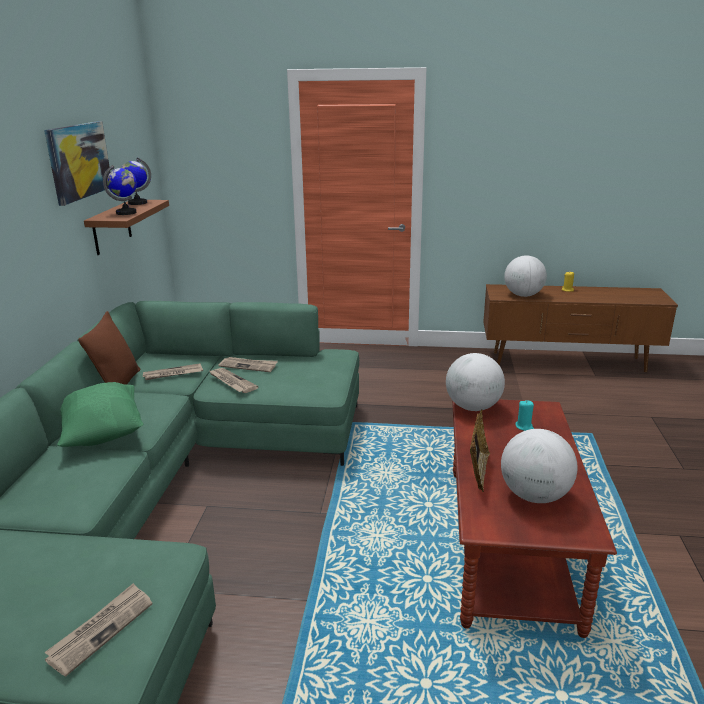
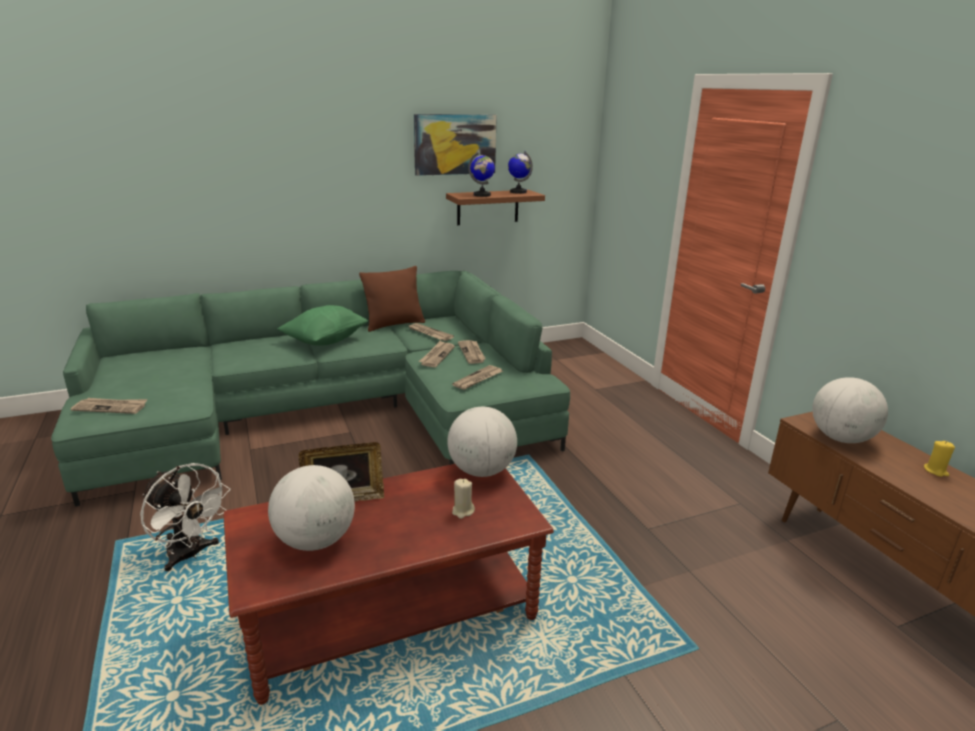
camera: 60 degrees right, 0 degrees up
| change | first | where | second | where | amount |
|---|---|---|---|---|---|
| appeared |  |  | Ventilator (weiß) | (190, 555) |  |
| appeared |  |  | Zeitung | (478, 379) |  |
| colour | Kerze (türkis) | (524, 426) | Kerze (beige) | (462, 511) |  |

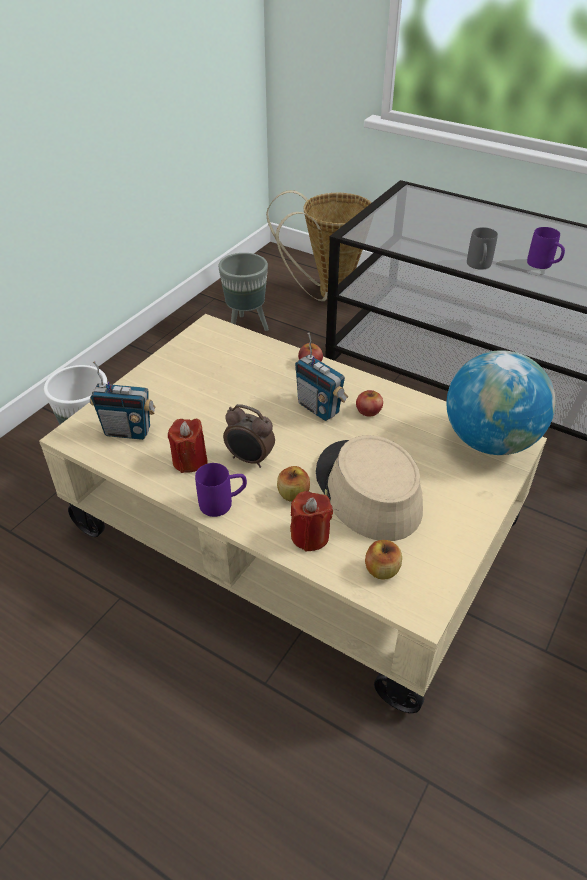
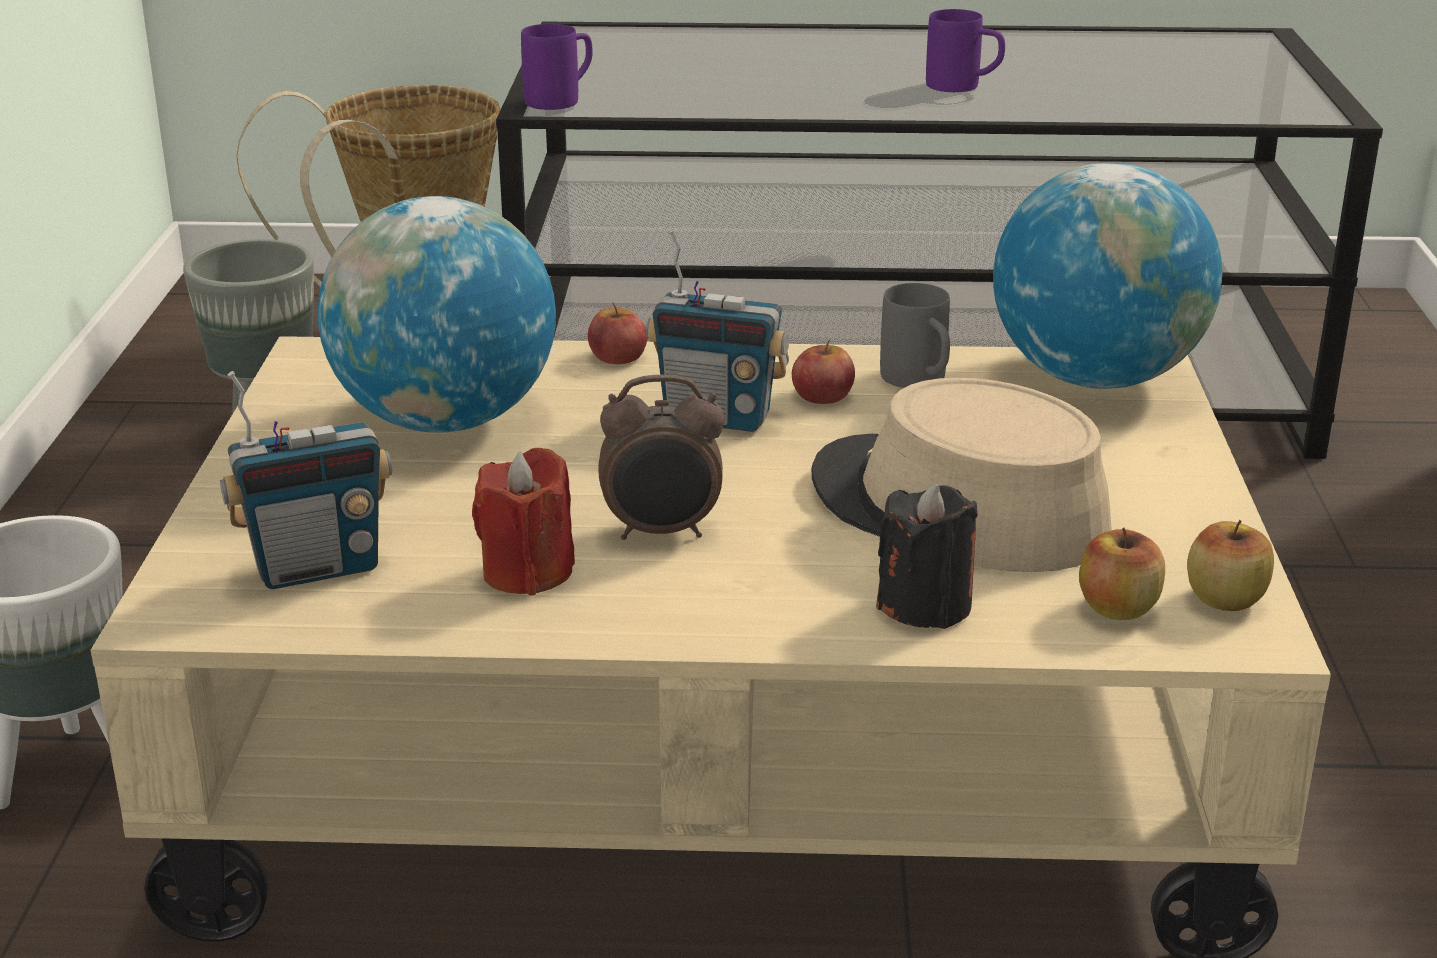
camera: 30 degrees left, 15 degrees down
| change | first | where | second | where | amount |
|---|---|---|---|---|---|
| appeared |  |  | Globus | (444, 420) |  |
| relocated | Henkelbecher (lila) | (223, 503) |  | (561, 99) |  |
| relocated | Apfel | (293, 494) |  | (1224, 599) |  |
| relocated | Henkelbecher (grau) | (479, 266) |  | (920, 382) |  |
| colour | Kerze (rot) | (310, 536) | Kerze (schwarz) | (925, 605) |  |

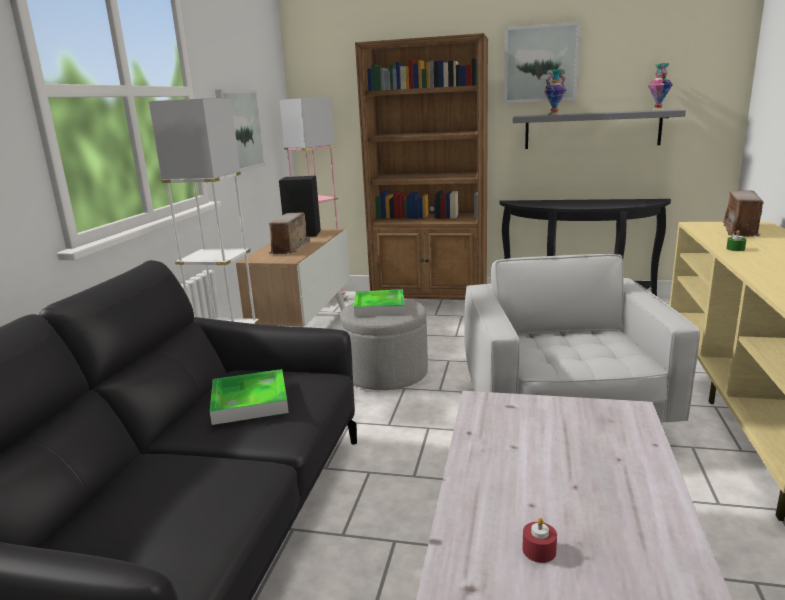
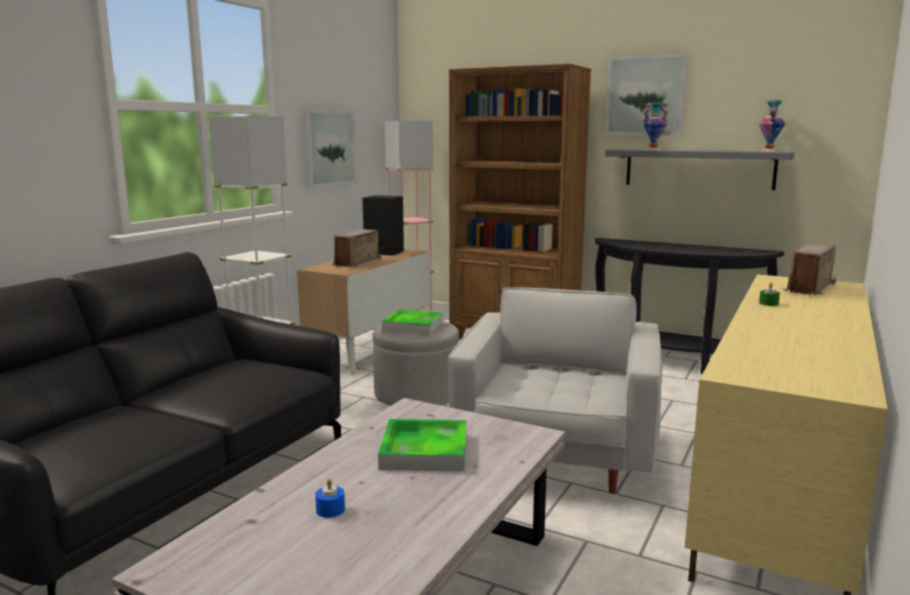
camera: 15 degrees right, 5 degrees down
| change | first | where | second | where | amount |
|---|---|---|---|---|---|
| relocated | Tablett | (250, 401) |  | (424, 451) |  |
| colour | Kerze (rot) | (539, 550) | Kerze (blau) | (330, 510) |  |

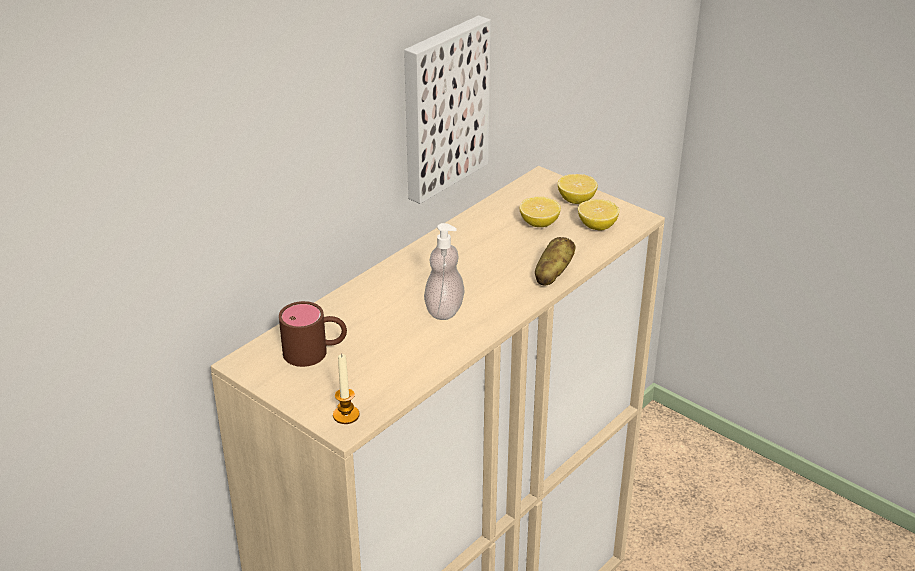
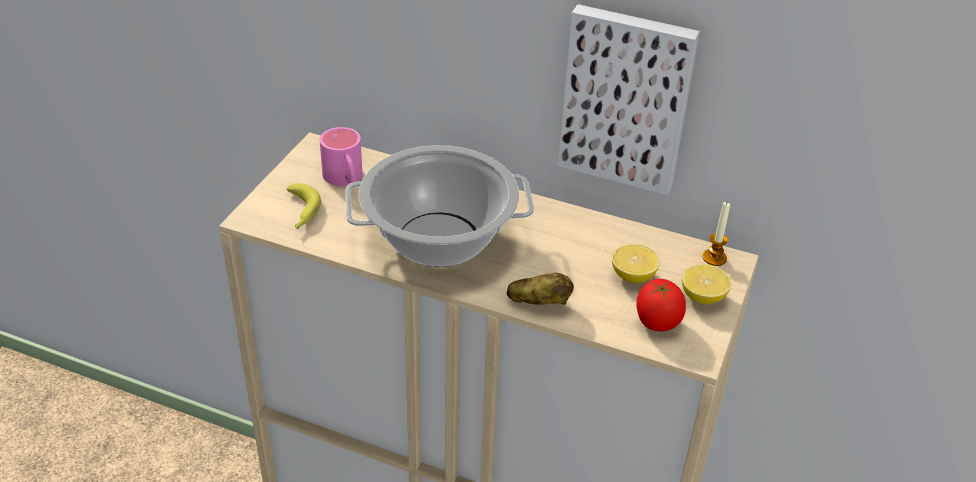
camera: 70 degrees right, 5 degrees up
| change | first | where | second | where | amount |
|---|---|---|---|---|---|
| appeared |  |  | Banane | (301, 213) |  |
| relocated | Kerze | (346, 415) |  | (714, 258) |  |
| exchanged | Seifenspender | (444, 310) | Kochtopf | (439, 239) |  |
| exchanged | Zitrone | (597, 226) | Tomate | (657, 322) |  |
| colour | Henkelbecher (braun) | (315, 352) | Henkelbecher (rosa) | (345, 179) |  |

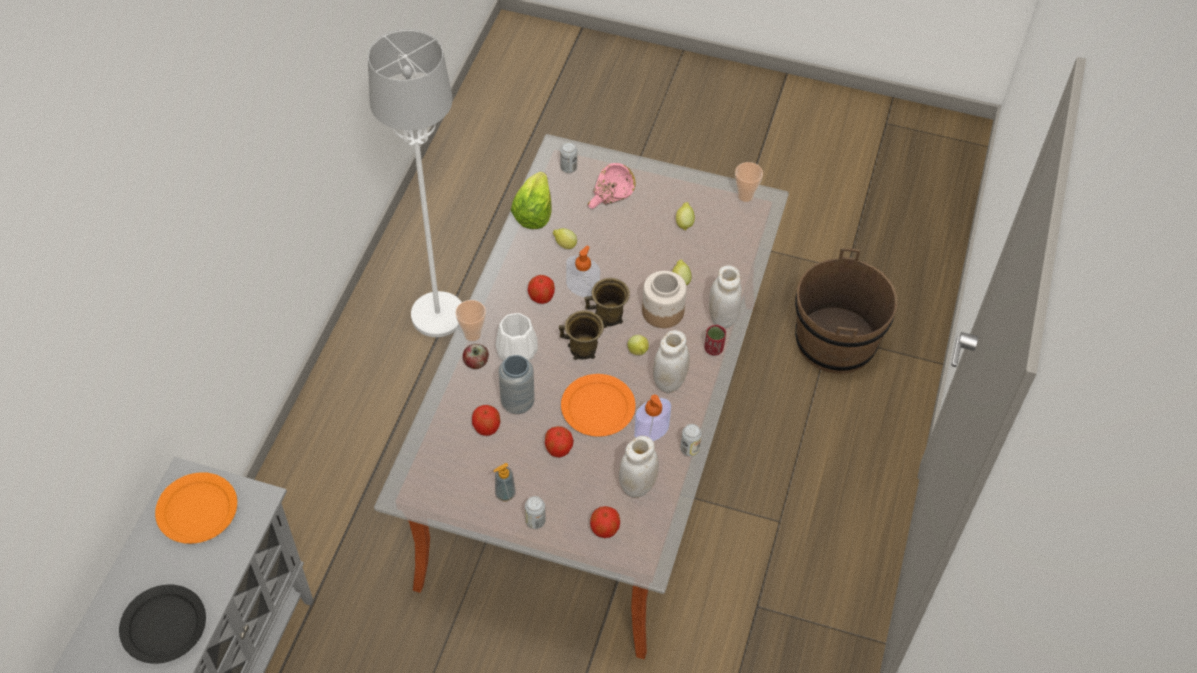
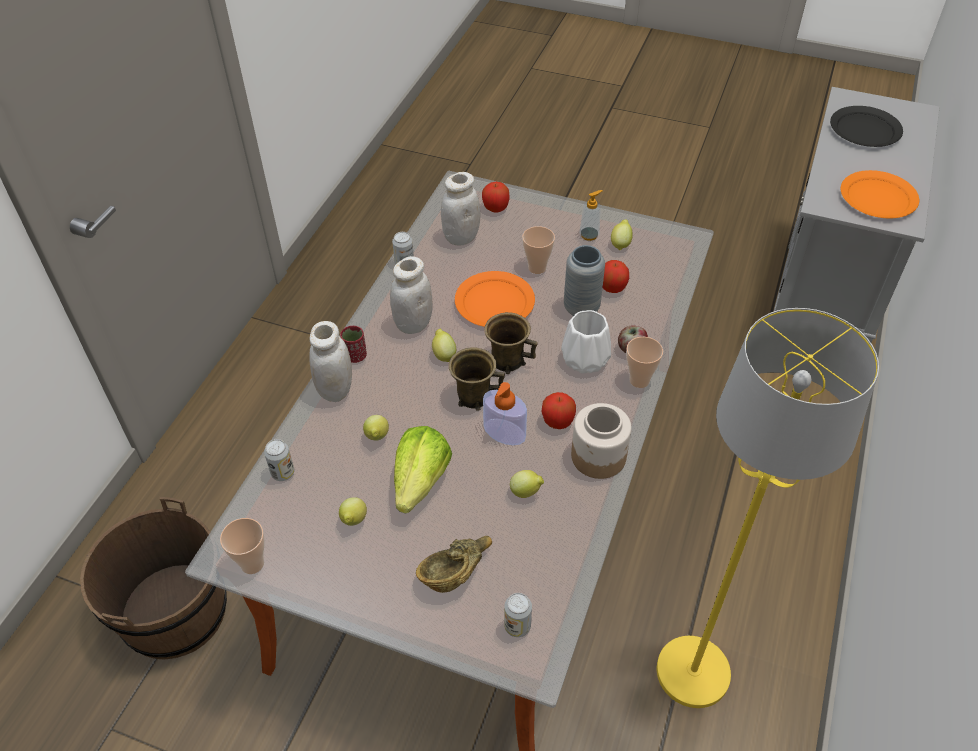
camera: 175 degrees left, 5 degrees down
| change | first | where | second | where | amount |
|---|---|---|---|---|---|
| missing | Seifenspender | (651, 430) |  |  |  |
| appeared |  |  | Zitrone | (620, 244) |  |
| relocated | Salatkopf | (533, 213) |  | (420, 482) |  |
| relocated | Dose | (535, 521) |  | (283, 473) |  |
| relocated | Vorratsglas | (662, 311) |  | (599, 456) |  |
| exchanged | Apfel | (559, 449) | Tasse | (537, 268) |  |
| colour | Stehlampe (weiß) | (438, 315) | Stehlampe (gelb) | (692, 673) |  |
| colour | Schüssel (rosa) | (610, 197) | Schüssel (braun) | (456, 568) |  |

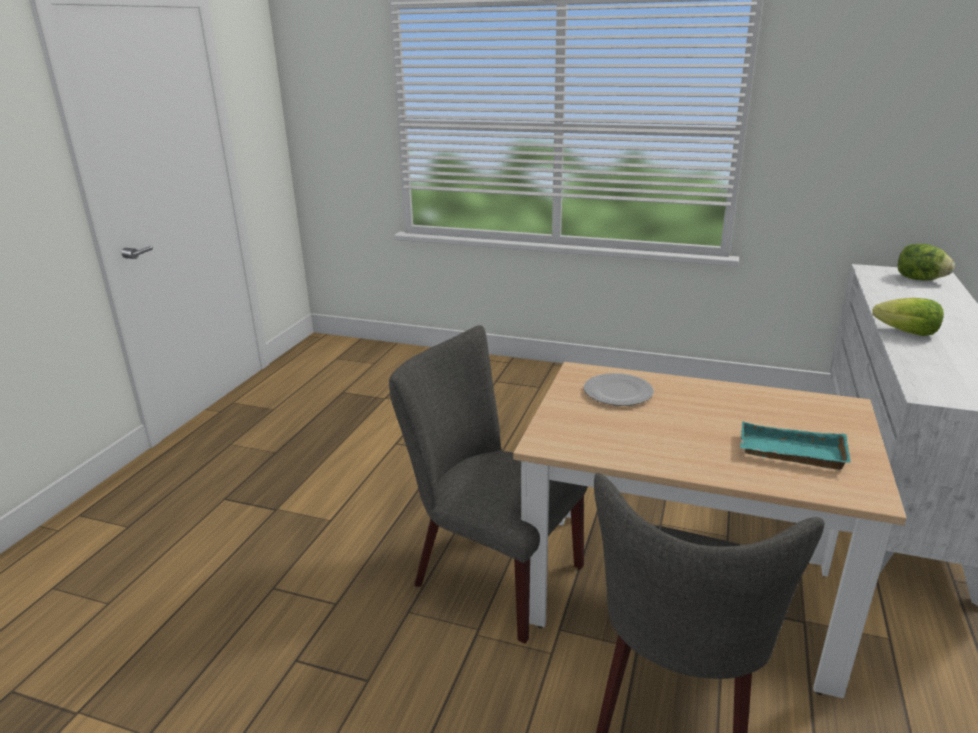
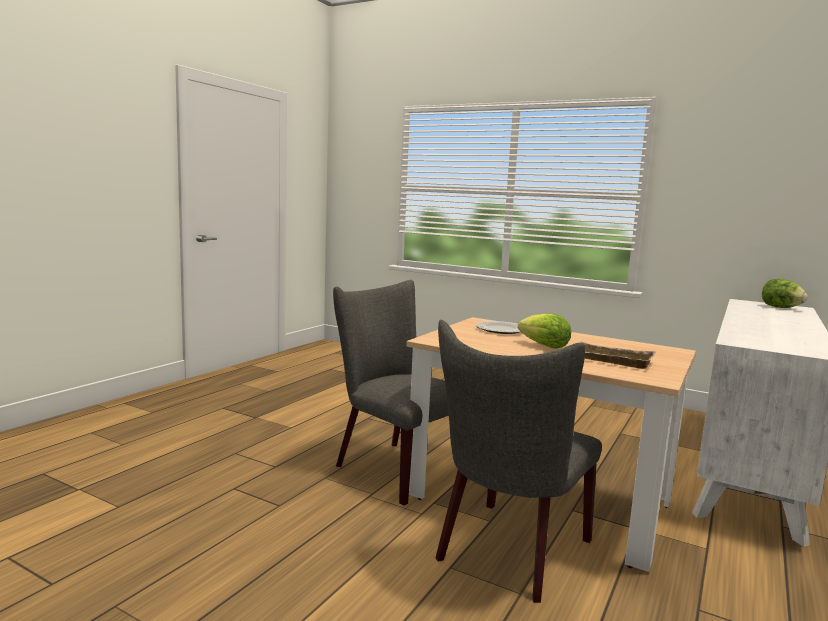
camera: 10 degrees right, 15 degrees down
| change | first | where | second | where | amount |
|---|---|---|---|---|---|
| relocated | Salatkopf | (907, 333) |  | (544, 346) |  |
| colour | Tablett (türkis) | (789, 453) | Tablett (beige) | (610, 360) |  |

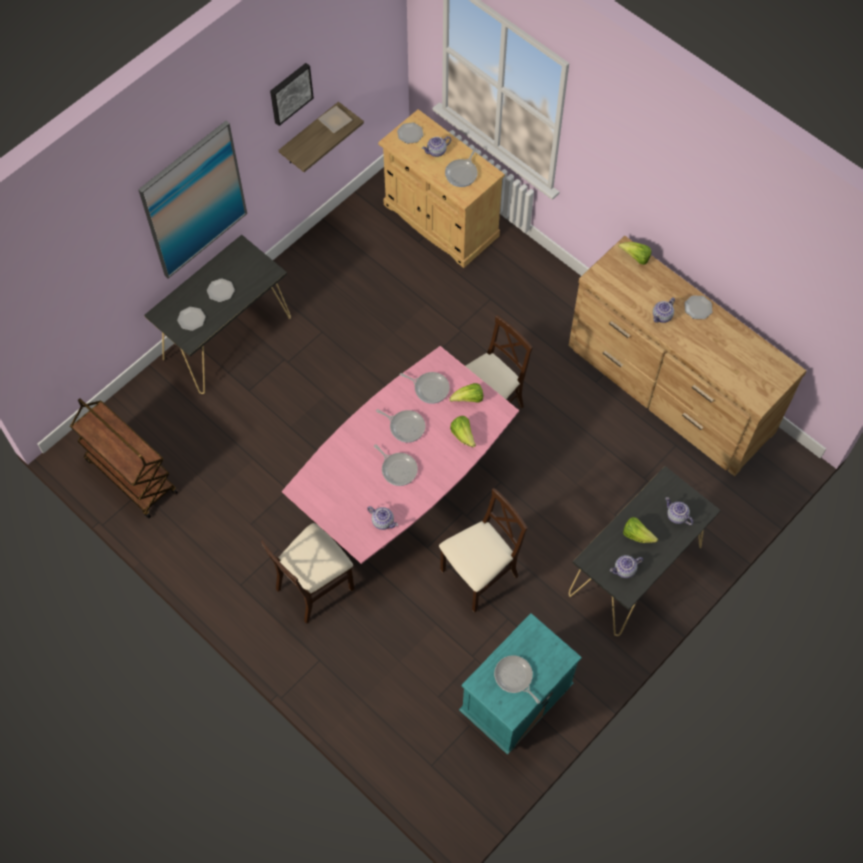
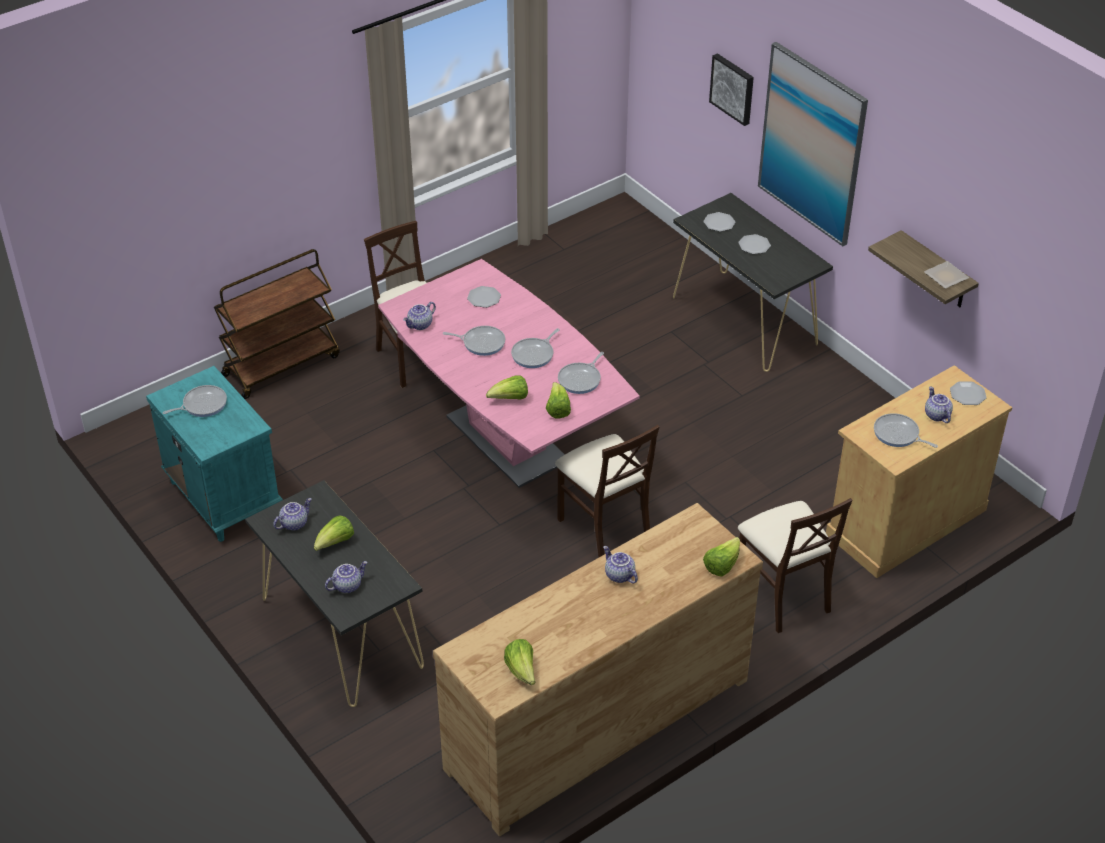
camera: 100 degrees right, 20 degrees down
| change | first | where | second | where | amount |
|---|---|---|---|---|---|
| appeared |  |  | Salatkopf | (522, 670) |  |
| relocated | Rollwagen (braun) | (130, 476) |  | (282, 365) |  |
| relocated | Bild | (290, 93) |  | (733, 88) |  |
| relocated | Stuhl (beige) | (479, 575) |  | (783, 595) |  |
| relocated | Teller | (698, 308) |  | (484, 298) |  |
| spun | Pfanne | (398, 469) |  | (481, 343) | 135 degrees counterclockwise |
| spun | Teekanne | (624, 570) |  | (294, 523) | 60 degrees clockwise |

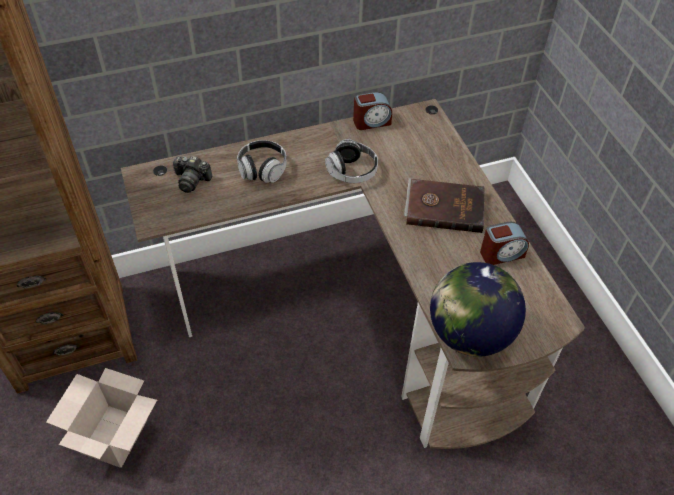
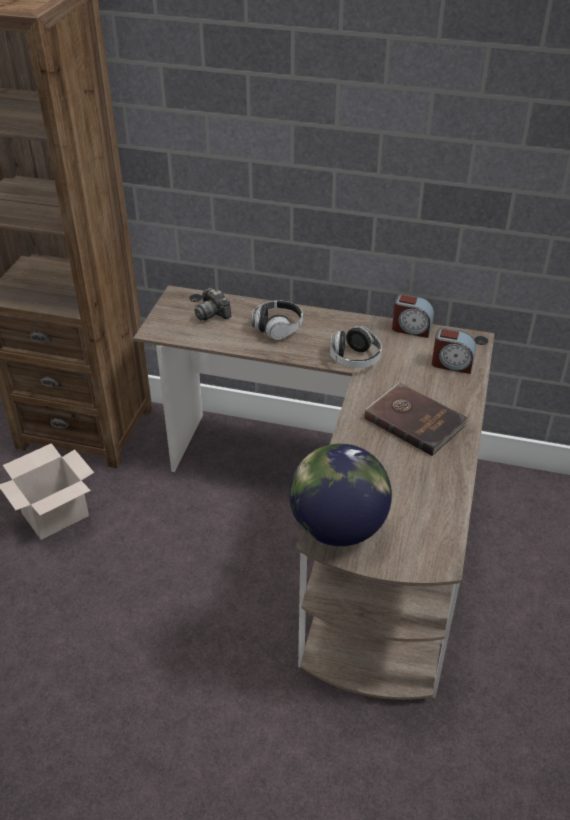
camera: 35 degrees right, 10 degrees down
| change | first | where | second | where | amount |
|---|---|---|---|---|---|
| relocated | Wecker | (501, 253) |  | (452, 364) |  |

